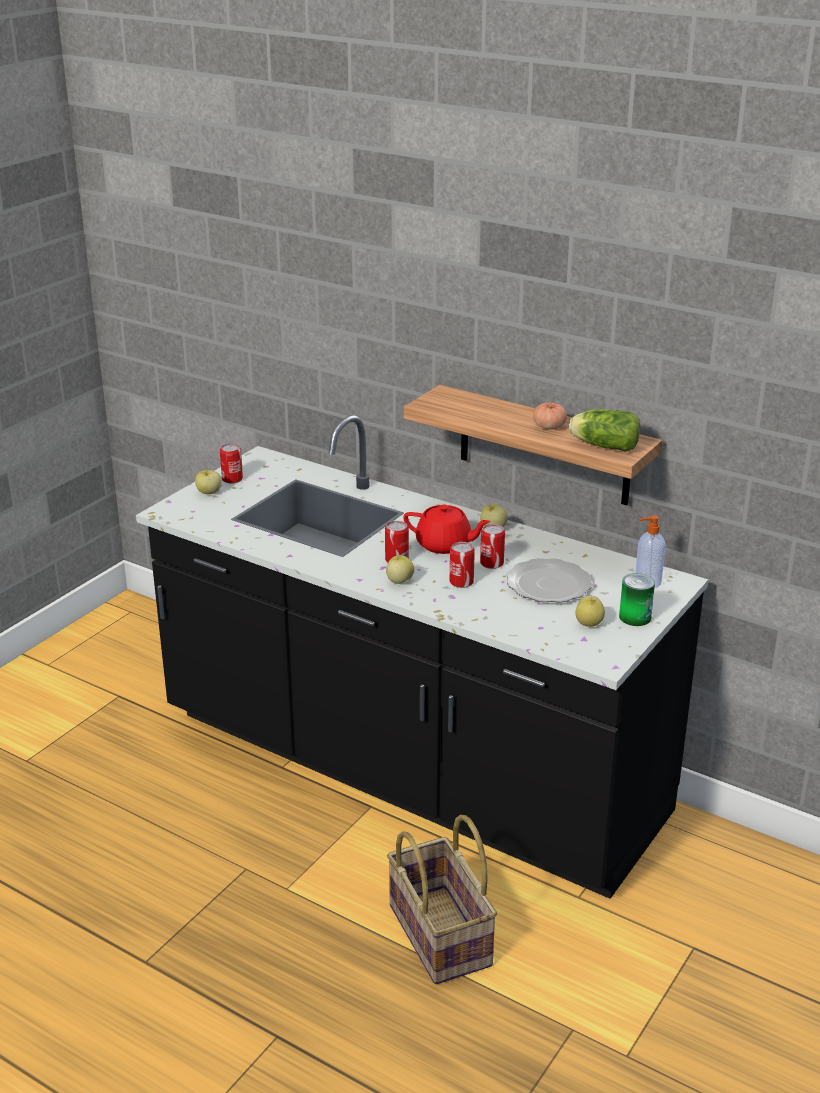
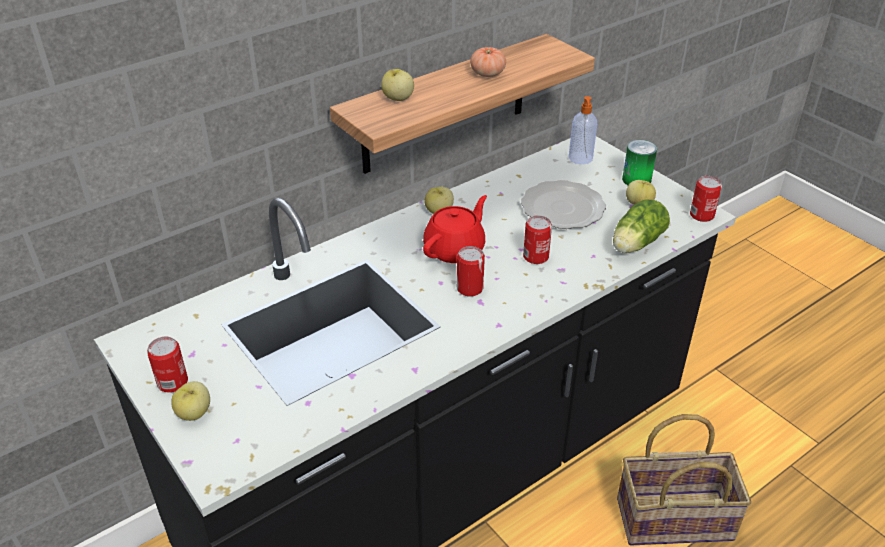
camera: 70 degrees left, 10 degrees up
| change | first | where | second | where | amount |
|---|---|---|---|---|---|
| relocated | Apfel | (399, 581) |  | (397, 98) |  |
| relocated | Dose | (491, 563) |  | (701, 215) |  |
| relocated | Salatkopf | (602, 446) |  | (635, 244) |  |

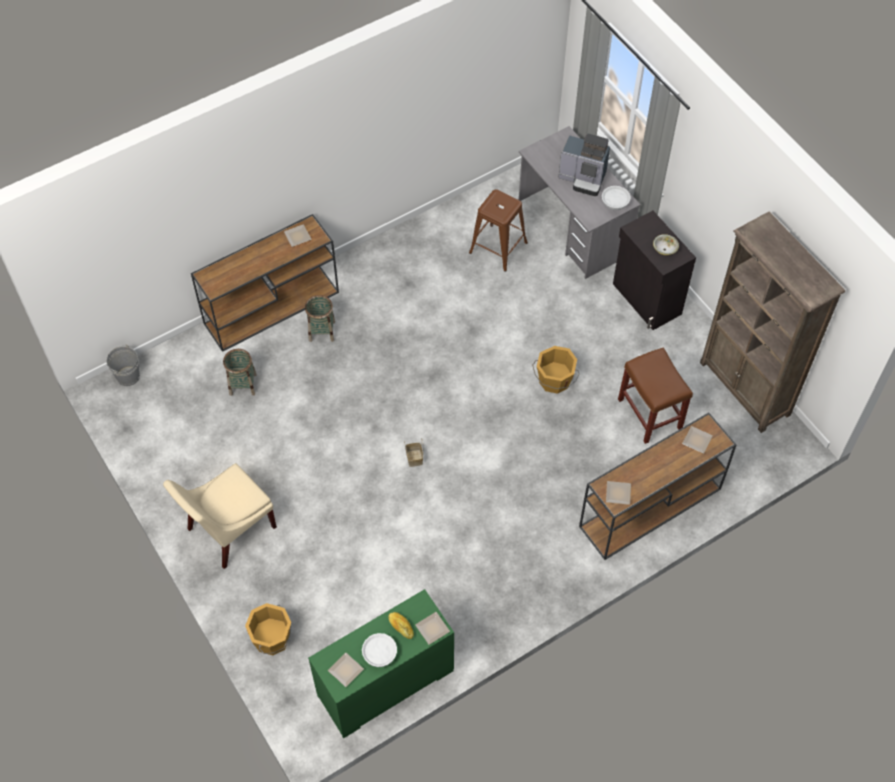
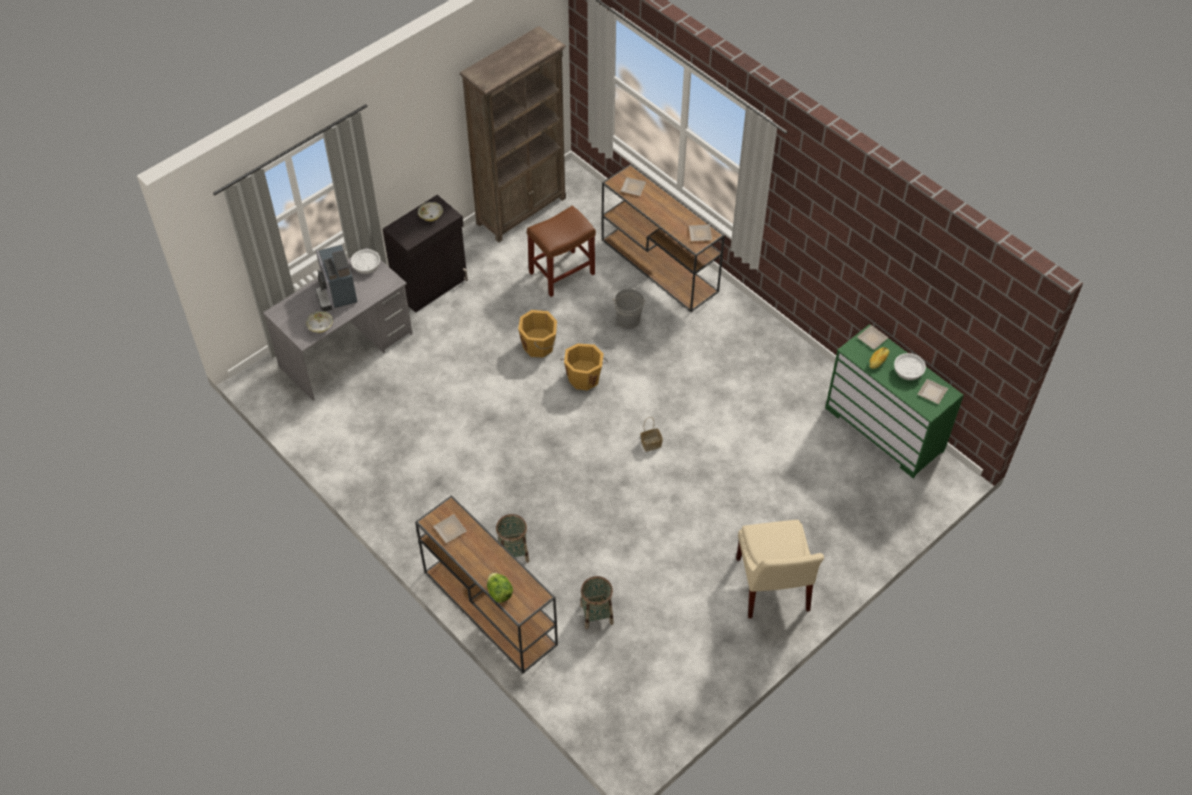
camera: 100 degrees left, 5 degrees down
| change | first | where | second | where | amount |
|---|---|---|---|---|---|
| missing | Hocker (braun) | (498, 247) |  |  |  |
| appeared |  |  | Schüssel | (320, 327) |  |
| appeared |  |  | Salatkopf | (499, 593) |  |
| relocated | Eimer (grau) | (128, 376) |  | (628, 320) |  |
| relocated | Eimer (orange) | (272, 639) |  | (584, 377) |  |
| spun | Stuhl (beige) | (228, 530) |  | (772, 588) | 45 degrees clockwise |
| spun | Kaffeemaschine | (583, 178) |  | (337, 293) | 150 degrees clockwise |

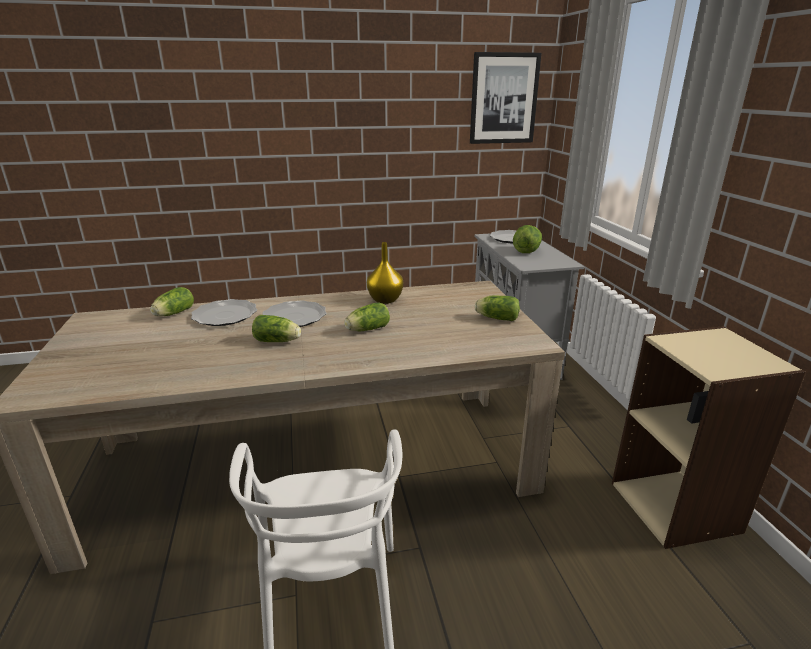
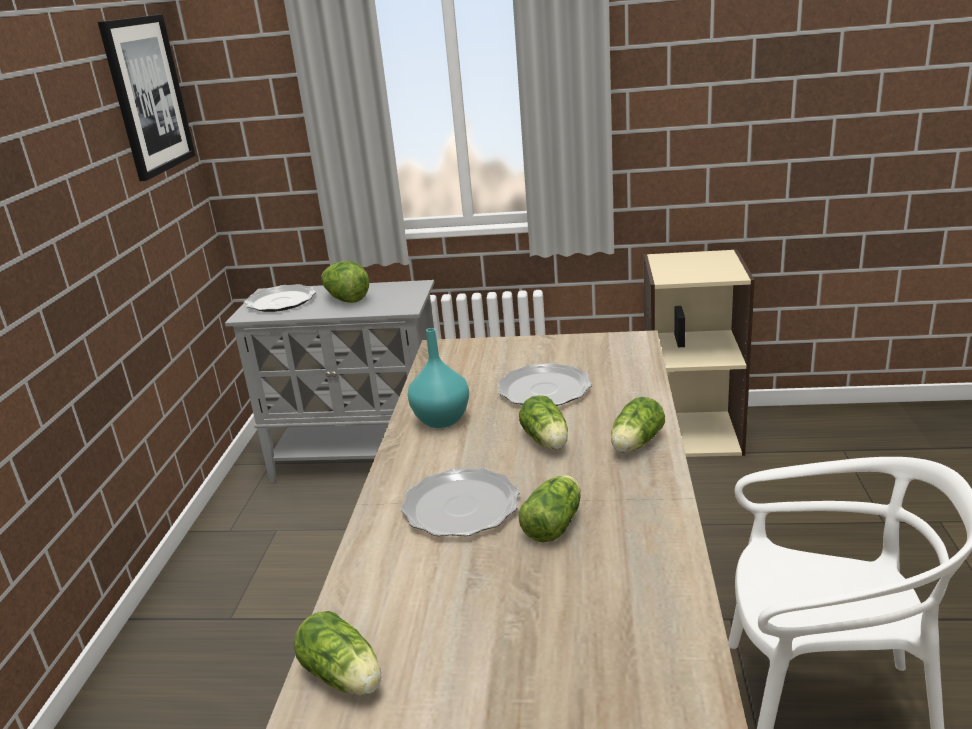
camera: 70 degrees left, 0 degrees up
| change | first | where | second | where | amount |
|---|---|---|---|---|---|
| relocated | Teller | (225, 315) |  | (544, 389) |  |
| relocated | Salatkopf | (496, 318) |  | (635, 444) |  |
| colour | Vase (gelb) | (384, 300) | Vase (türkis) | (441, 420) |  |

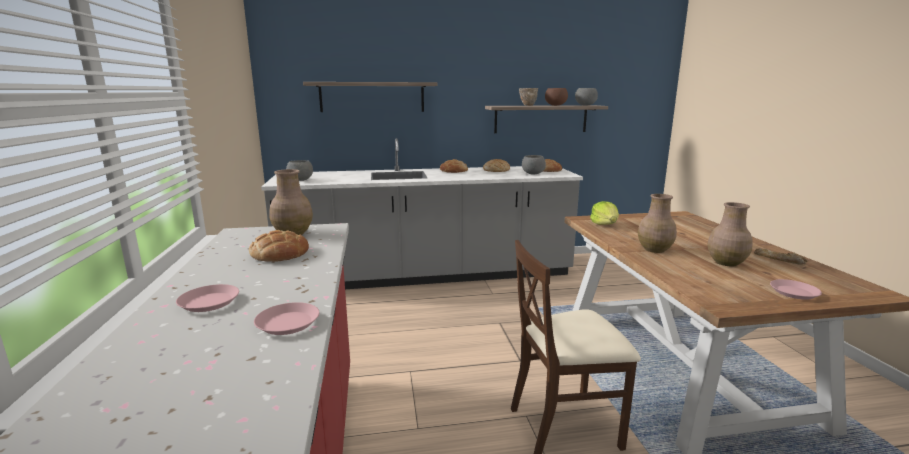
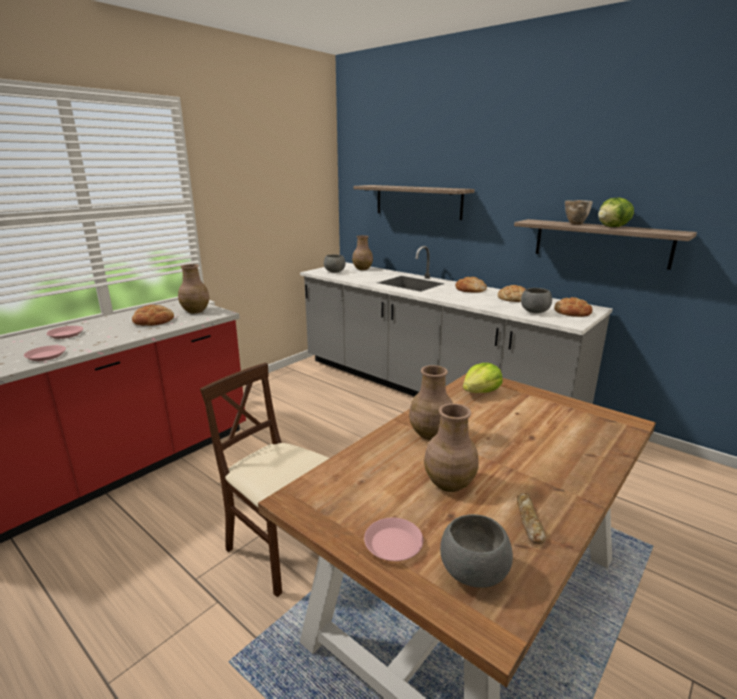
camera: 50 degrees right, 5 degrees up
| change | first | where | second | where | amount |
|---|---|---|---|---|---|
| appeared |  |  | Vase (braun) | (362, 269) |  |
| relocated | Schüssel (grau) | (585, 105) |  | (473, 572) |  |
| exchanged | Schüssel (braun) | (555, 105) | Salatkopf | (613, 227) |  |

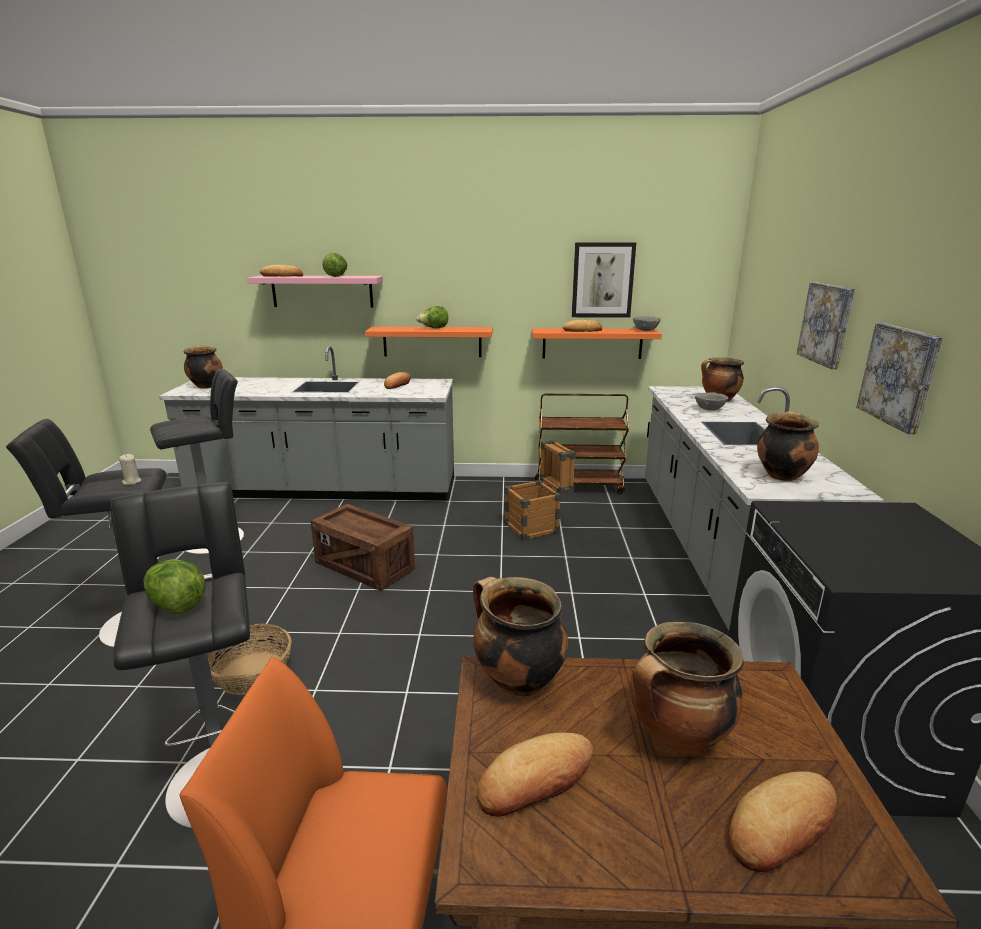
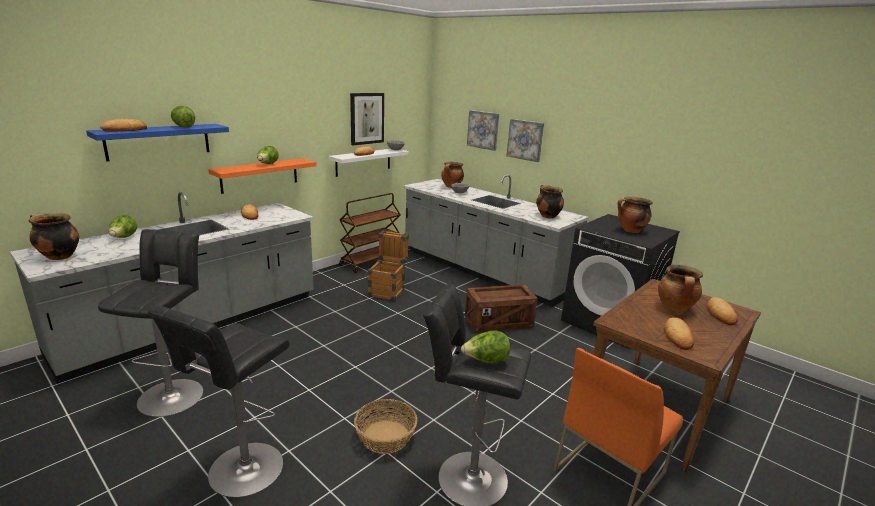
camera: 50 degrees left, 0 degrees up
| change | first | where | second | where | amount |
|---|---|---|---|---|---|
| missing | Kerze (beige) | (131, 482) |  |  |  |
| appeared |  |  | Salatkopf | (124, 238) |  |
| relocated | Kiste | (364, 566) |  | (498, 322) |  |
| relocated | Kochtopf | (516, 680) |  | (630, 231) |  |
| relocated | Bild | (899, 376) |  | (483, 130) |  |
| colour | Wandregal (rosa) | (322, 291) | Wandregal (blau) | (158, 141) |  |
| colour | Wandregal (orange) | (592, 343) | Wandregal (weiß) | (363, 162) |  |

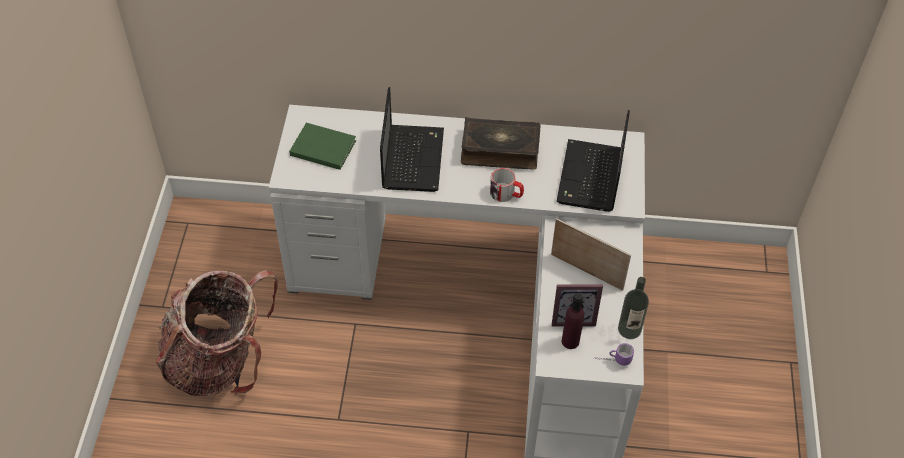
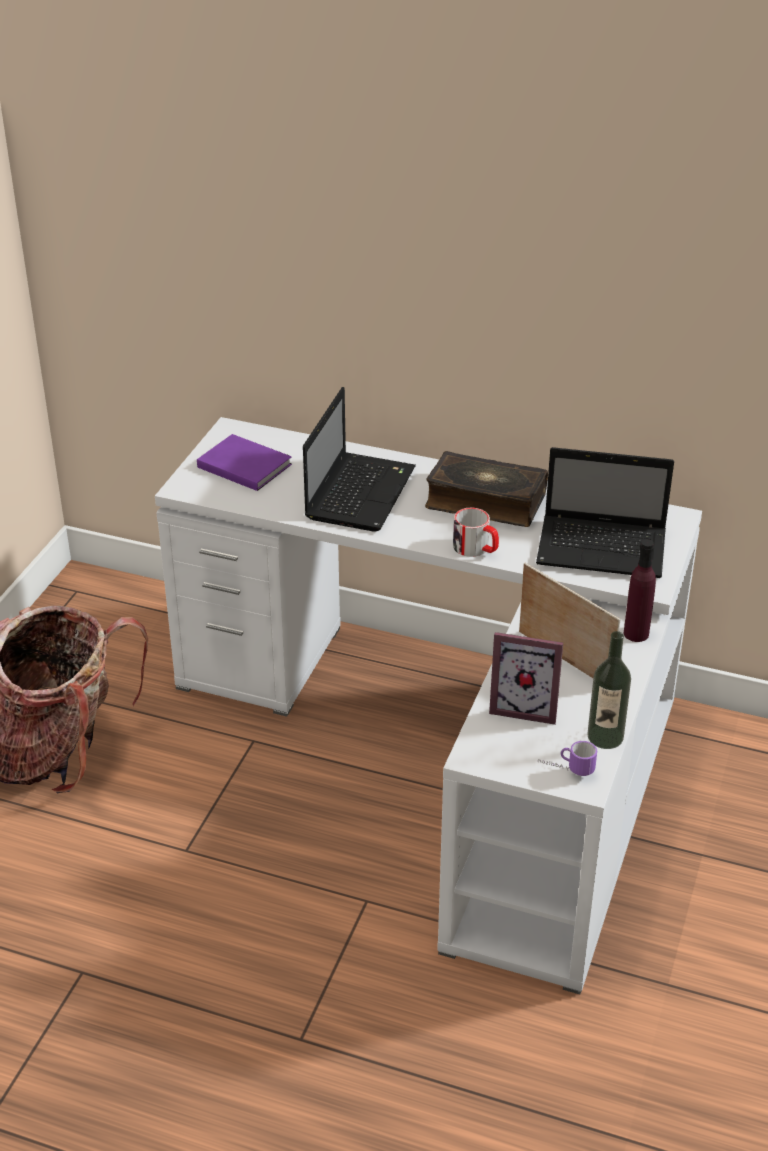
camera: 15 degrees right, 15 degrees down
| change | first | where | second | where | amount |
|---|---|---|---|---|---|
| relocated | Flasche (lila) | (570, 341) |  | (636, 633) |  |
| colour | Buch (grün) | (322, 147) | Buch (lila) | (243, 464) |  |
| spun | Laptop | (590, 178) |  | (604, 549) | 105 degrees counterclockwise |

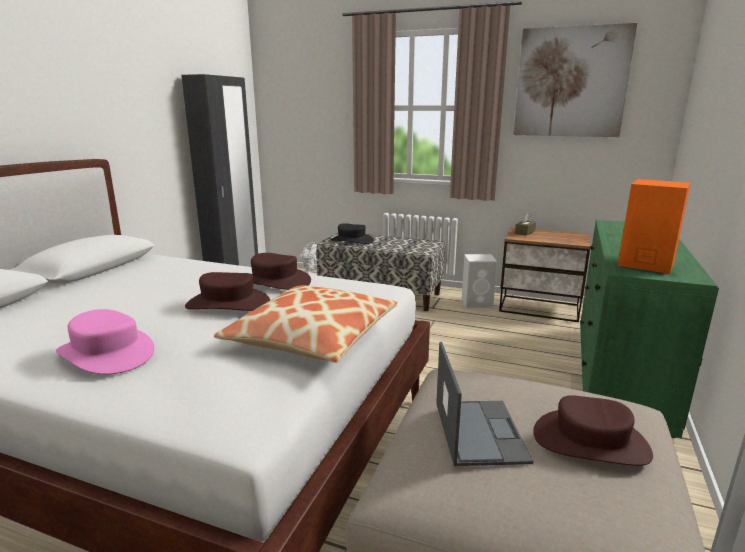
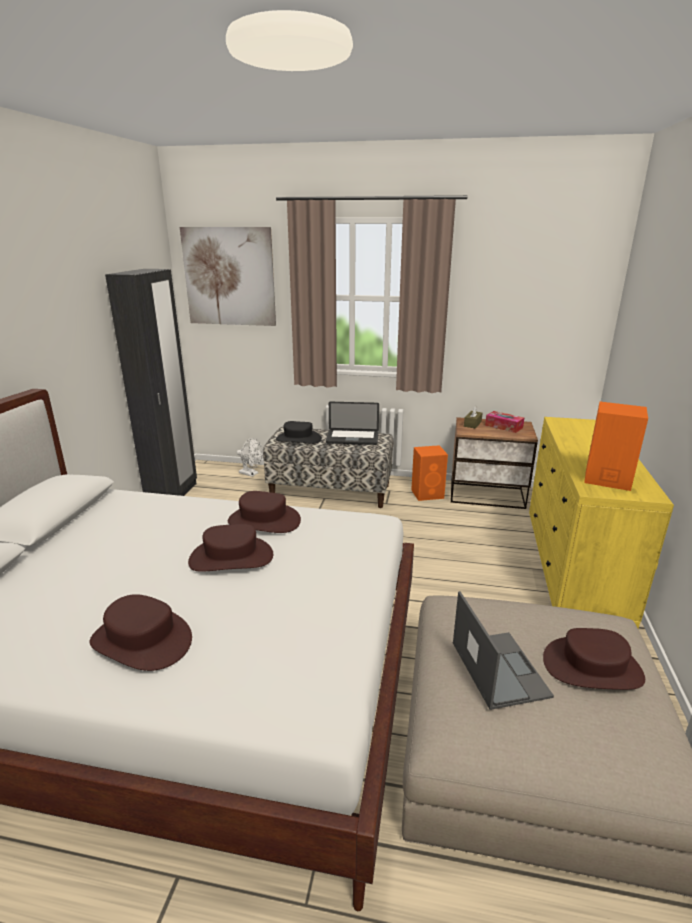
camera: 10 degrees left, 5 degrees up
| change | first | where | second | where | amount |
|---|---|---|---|---|---|
| missing | Kissen | (313, 337) |  |  |  |
| appeared |  |  | Laptop | (352, 438) |  |
| appeared |  |  | Taschentuchbox | (503, 426) |  |
| relocated | Bild | (571, 82) |  | (229, 277) |  |
| colour | Hut (rosa) | (107, 353) | Hut (braun) | (142, 640) |  |
| colour | Lautsprecher (weiß) | (478, 303) | Lautsprecher (orange) | (428, 494) |  |
| colour | Kommode (grün) | (619, 375) | Kommode (gelb) | (573, 566) |  |

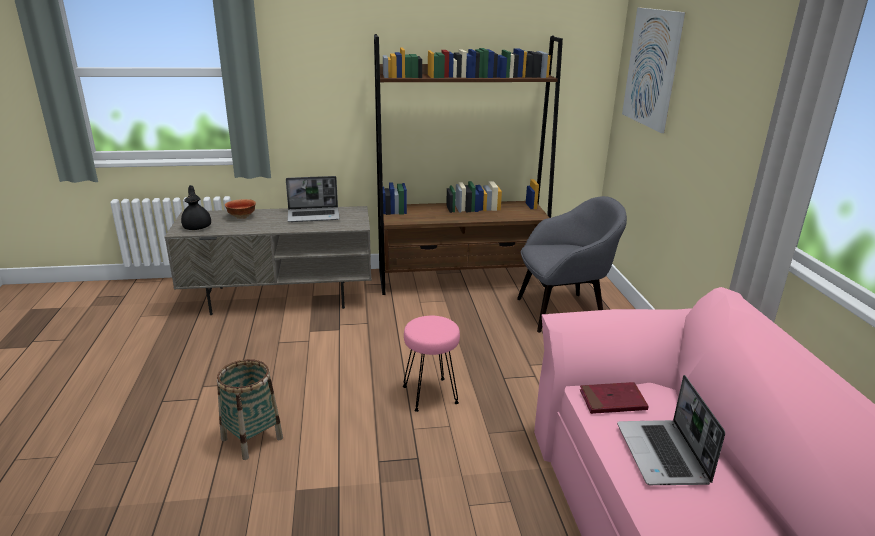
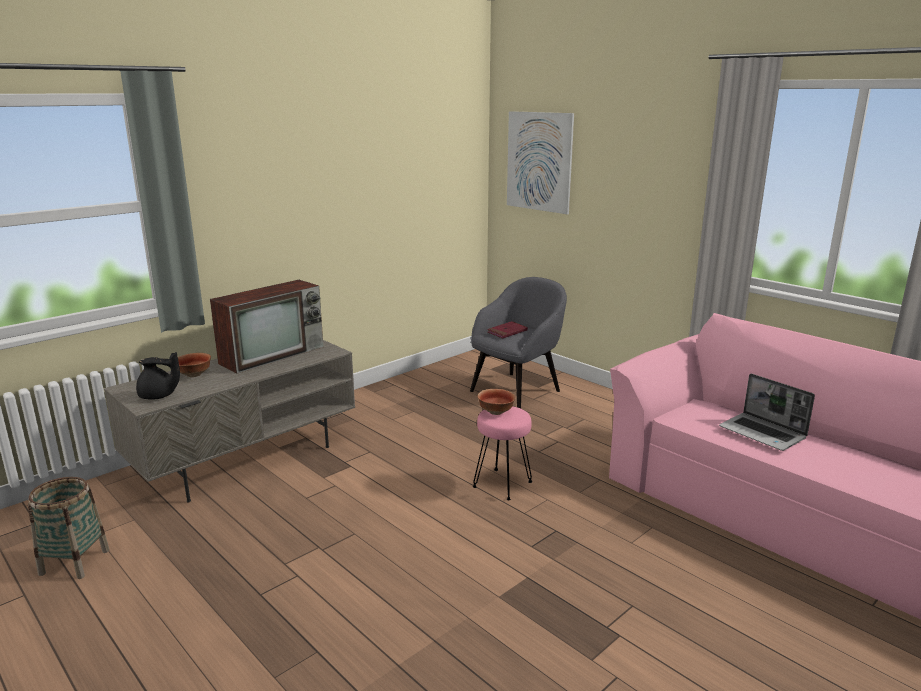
camera: 35 degrees left, 5 degrees down
| change | first | where | second | where | amount |
|---|---|---|---|---|---|
| missing | Bücherregal (braun) | (461, 279) |  |  |  |
| appeared |  |  | Schüssel | (496, 412) |  |
| relocated | Korb | (252, 438) |  | (74, 562) |  |
| relocated | Buch (rot) | (612, 401) |  | (507, 332) |  |
| exchanged | Laptop | (314, 216) | Fernseher | (274, 354) |  |
| spun | Teekanne (schwarz) | (197, 226) |  | (159, 396) | 150 degrees clockwise |

